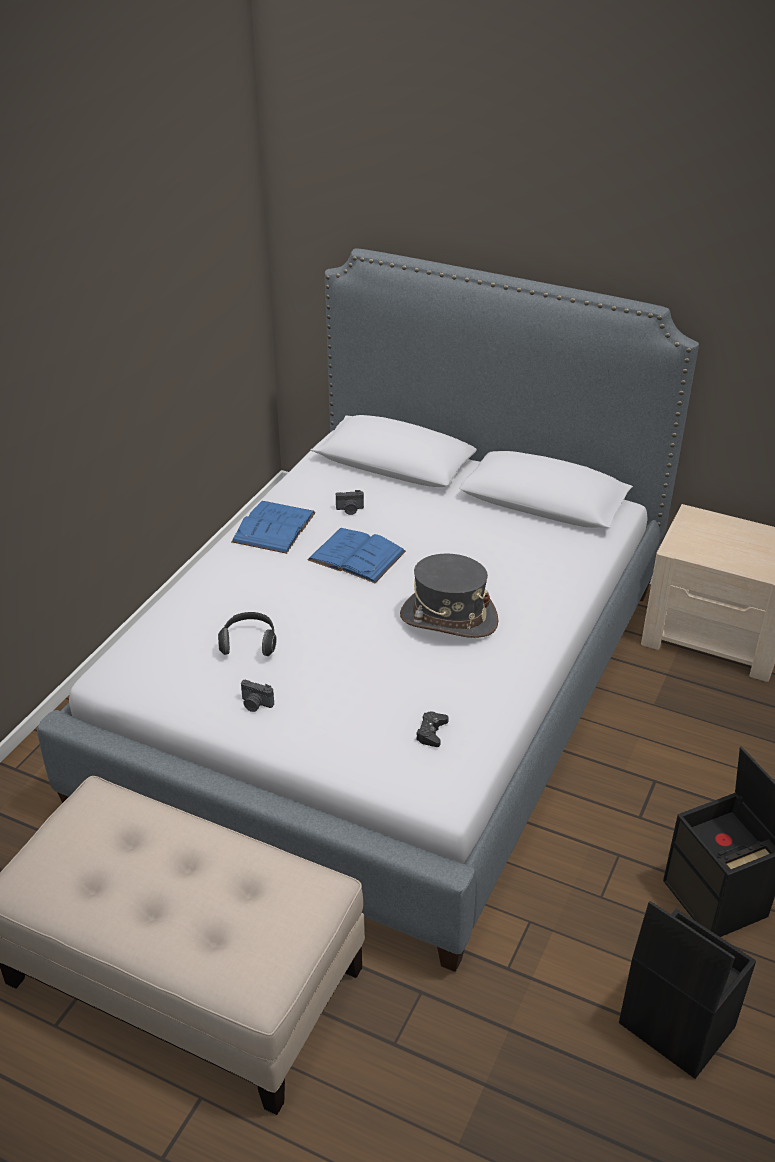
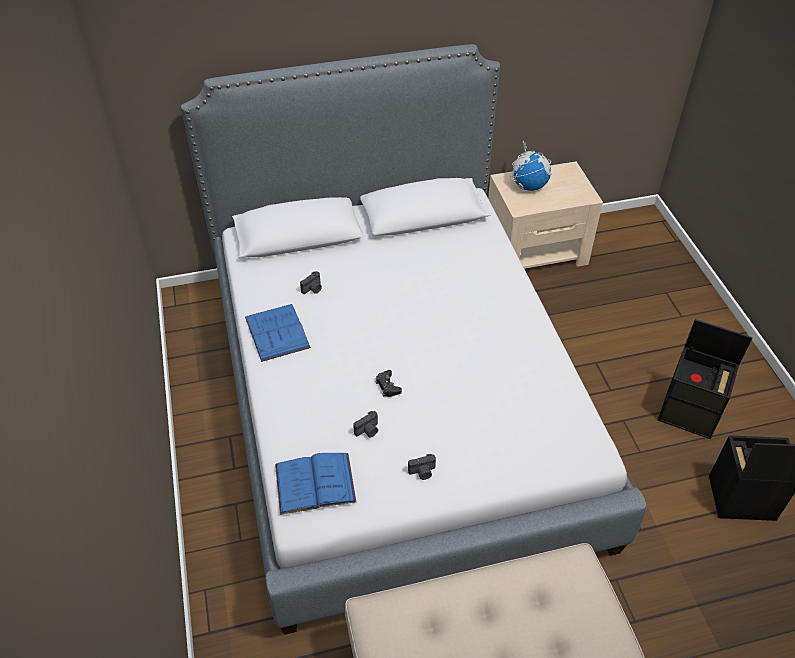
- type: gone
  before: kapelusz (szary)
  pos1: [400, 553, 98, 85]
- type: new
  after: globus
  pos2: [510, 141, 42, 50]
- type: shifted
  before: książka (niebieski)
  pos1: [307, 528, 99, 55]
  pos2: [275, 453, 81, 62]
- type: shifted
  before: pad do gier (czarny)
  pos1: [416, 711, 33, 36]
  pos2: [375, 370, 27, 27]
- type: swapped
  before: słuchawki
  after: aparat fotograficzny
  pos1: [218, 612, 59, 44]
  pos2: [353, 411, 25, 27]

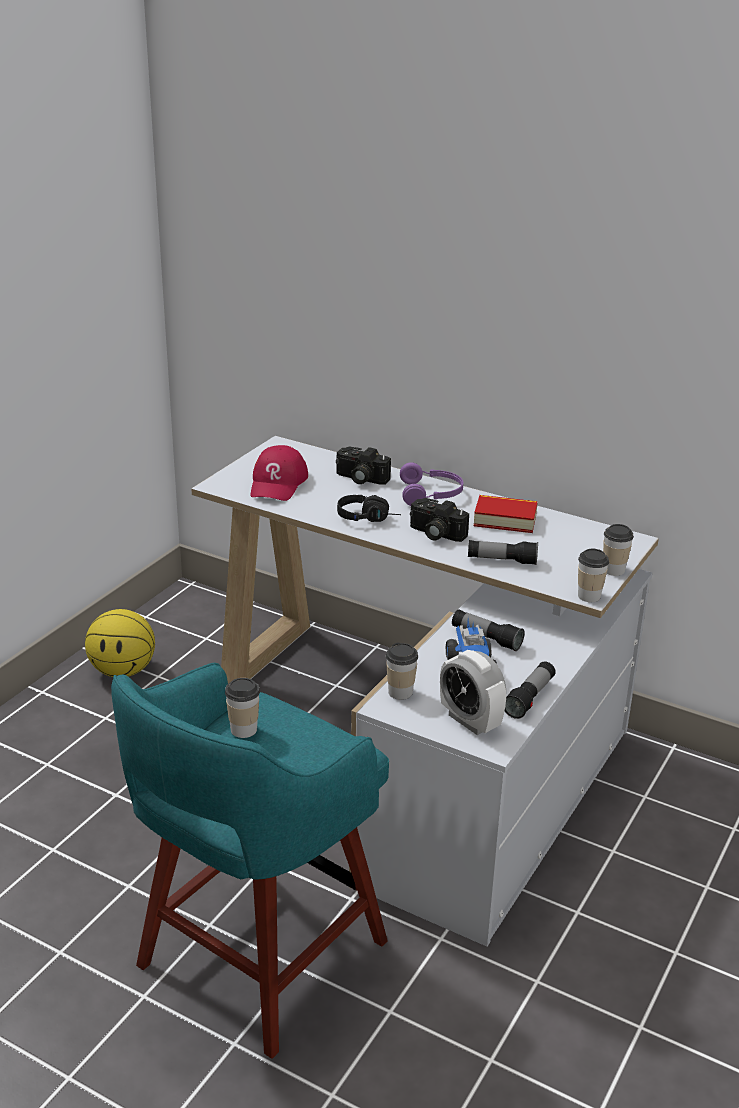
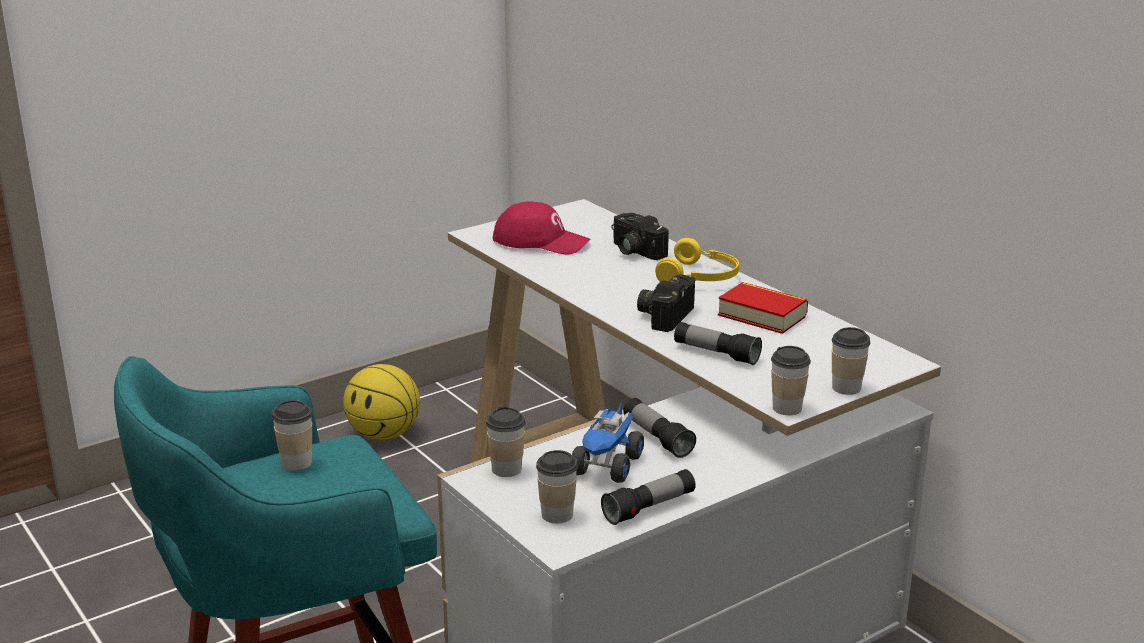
- type: gone
  before: słuchawki (czarny)
  pos1: [337, 495, 64, 27]
- type: swapped
  before: budzik
  after: filiżanka
  pos1: [440, 650, 66, 85]
  pos2: [536, 450, 42, 73]
- type: repainted
  before: słuchawki (fioletowy)
  after: słuchawki (żółty)
  pos1: [400, 462, 63, 44]
  pos2: [655, 238, 84, 44]
- type: rotated
  before: czapka z daszkiem (czerwony)
  pos1: [251, 445, 57, 56]
  pos2: [493, 201, 97, 54]
  turn: -105
- type: rotated
  before: aparat fotograficzny
  pos1: [410, 498, 59, 44]
  pos2: [637, 274, 59, 58]
  turn: 60

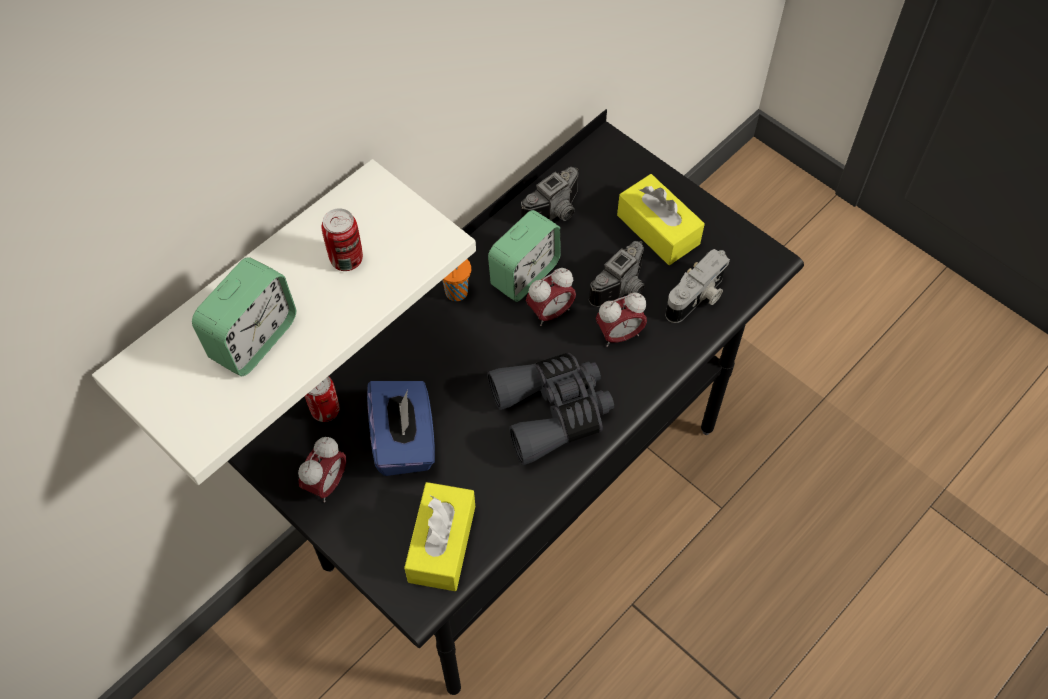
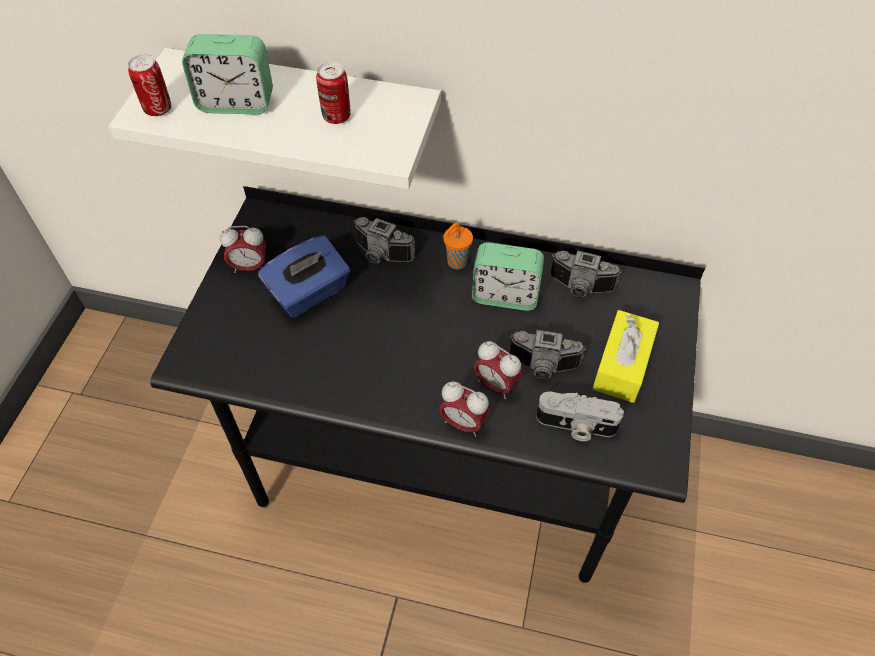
- type: gone
  before: pudełko chusteczek (żółty)
  pos1: [404, 482, 71, 109]
- type: gone
  before: lornetka (szary)
  pos1: [487, 352, 127, 113]
- type: new
  after: aparat fotograficzny
  pos2: [354, 217, 61, 46]
- type: shifted
  before: puszka
  pos1: [305, 376, 34, 46]
  pos2: [128, 54, 43, 62]
- type: shifted
  before: budzik
  pos1: [526, 268, 50, 58]
  pos2: [439, 381, 51, 55]

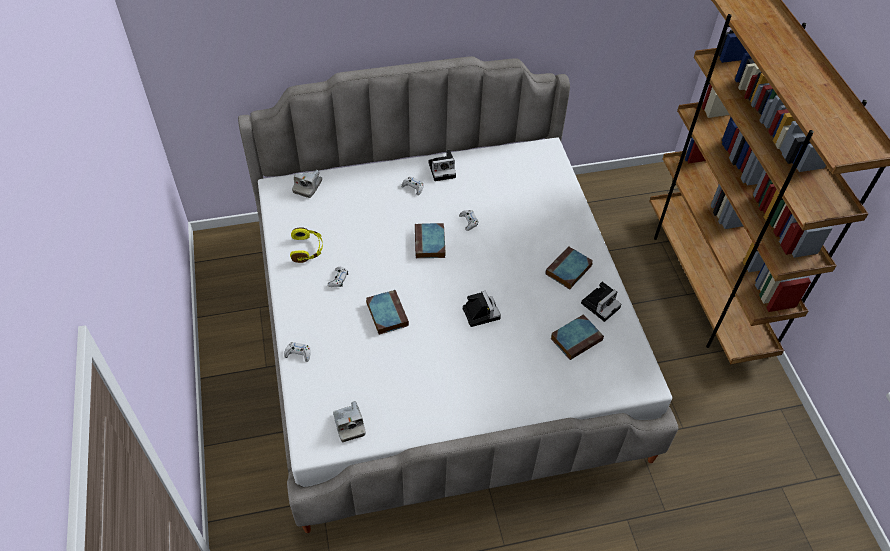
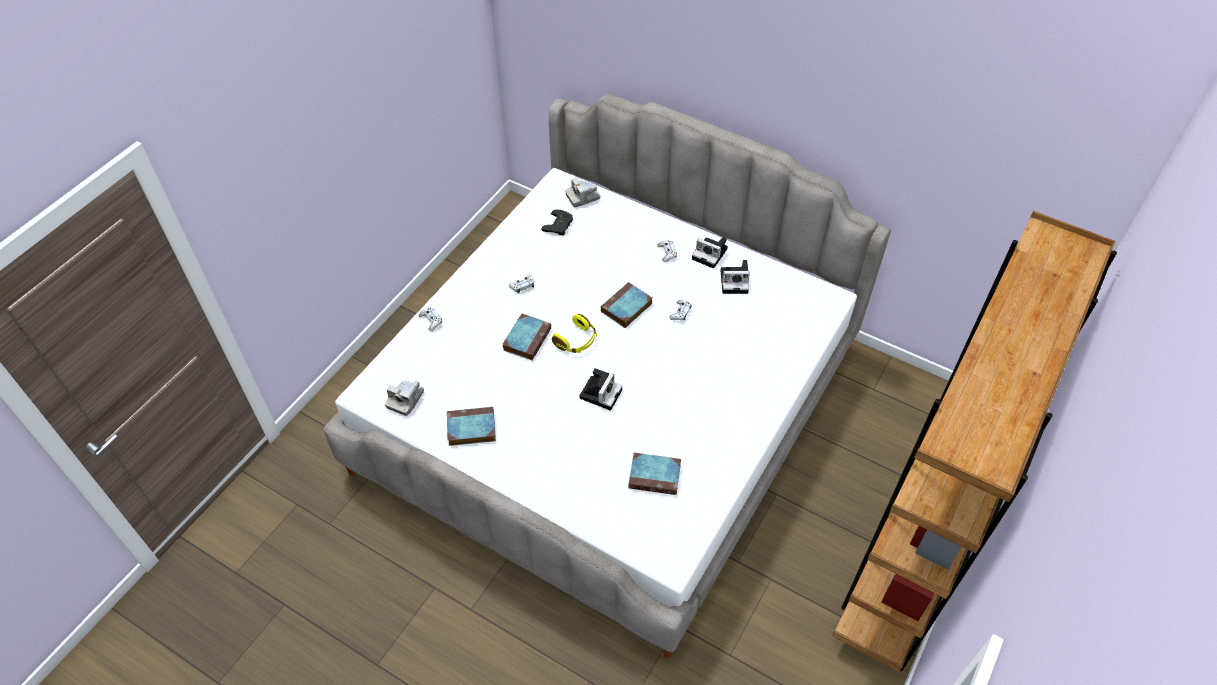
- type: new
  after: pad do gier (czarny)
  pos2: [541, 210, 32, 25]
- type: shifted
  before: słuchawki (żółty)
  pos1: [290, 228, 33, 35]
  pos2: [552, 314, 45, 39]
- type: shifted
  before: książka
  pos1: [546, 246, 47, 43]
  pos2: [447, 407, 49, 39]
- type: shifted
  before: aparat fotograficzny
  pos1: [581, 282, 40, 40]
  pos2: [720, 260, 30, 34]

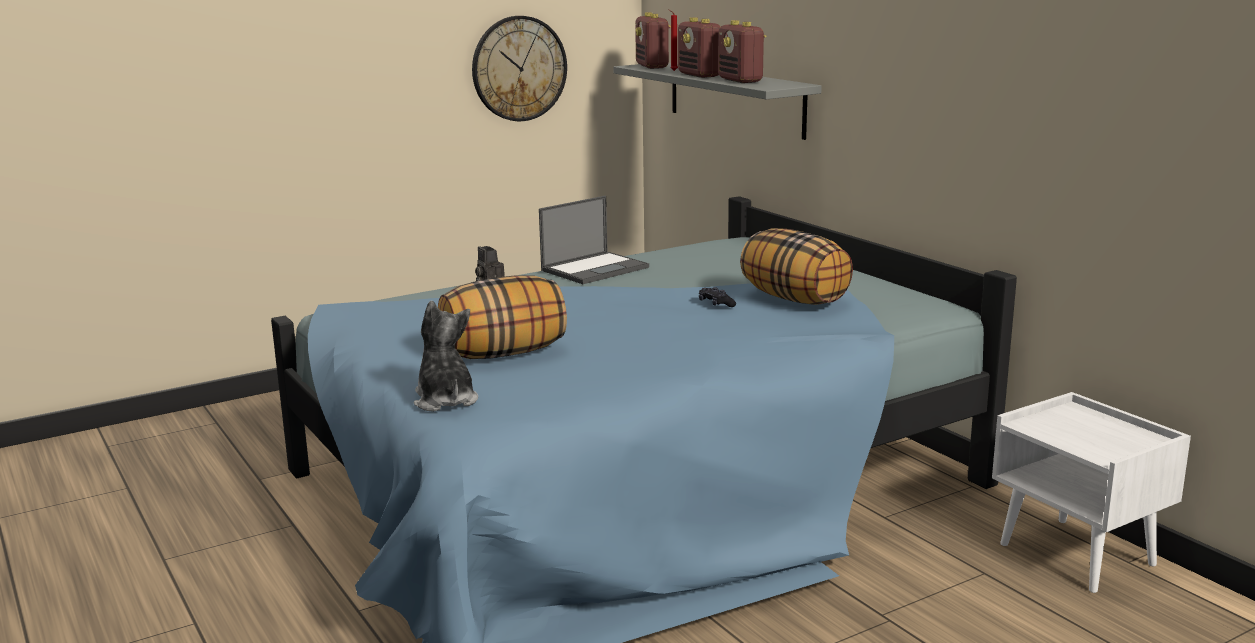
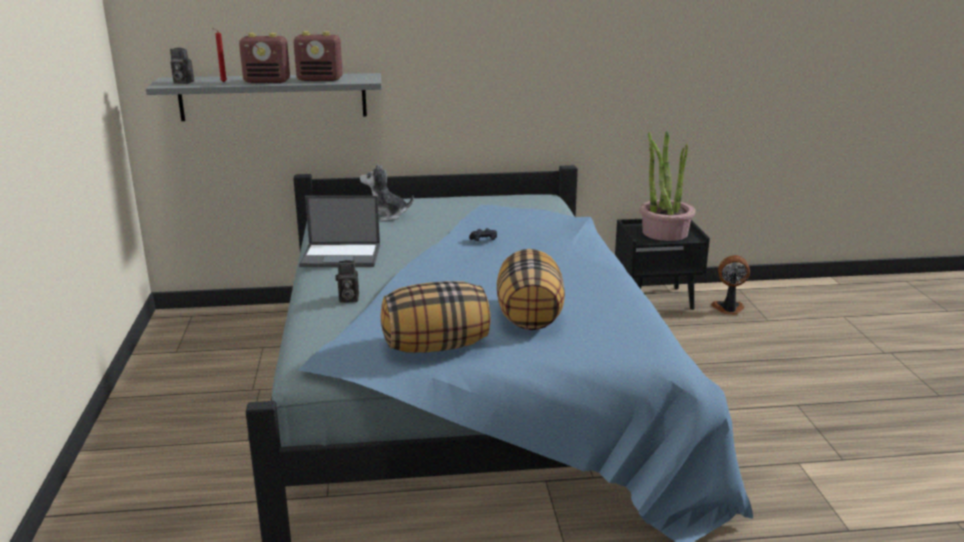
- type: gone
  before: zegar ścienny
  pos1: [472, 16, 95, 105]
- type: new
  after: roślina doniczkowa
  pos2: [640, 131, 55, 110]
- type: new
  after: wentylator
  pos2: [711, 255, 39, 60]
- type: shifted
  before: pluszak
  pos1: [414, 300, 64, 112]
  pos2: [360, 163, 54, 59]
- type: shifted
  before: poduszka
  pos1: [740, 228, 113, 77]
  pos2: [381, 281, 110, 72]
- type: swapped
  before: radio
  after: aparat fotograficzny
  pos1: [635, 12, 36, 57]
  pos2: [170, 48, 24, 36]
- type: repainted
  before: szafka nocna (biały)
  after: szafka nocna (czarny)
  pos1: [992, 392, 199, 201]
  pos2: [615, 219, 95, 91]
- type: rotated
  before: laptop
  pos1: [539, 196, 110, 88]
  pos2: [299, 196, 81, 71]
  turn: 105

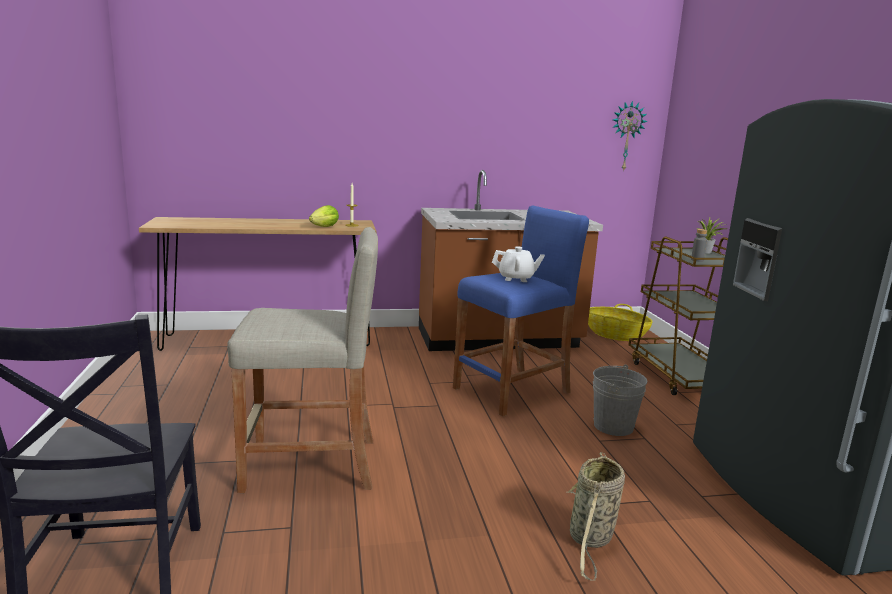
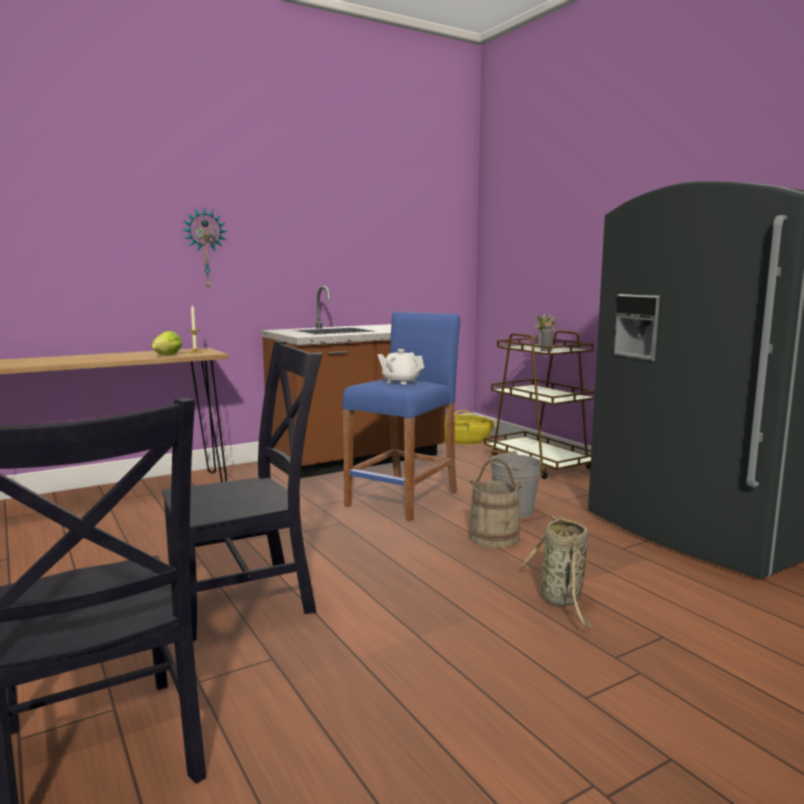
- type: new
  after: wiadro (beżowy)
  pos2: [469, 458, 54, 90]
- type: shifted
  before: zegar ścienny
  pos1: [612, 100, 35, 72]
  pos2: [184, 207, 44, 83]
- type: swapped
  before: stołek (beżowy)
  after: krzesło (czarny)
  pos1: [227, 227, 151, 266]
  pos2: [162, 341, 160, 300]
- type: rotated
  before: imbryk (biały)
  pos1: [492, 247, 53, 35]
  pos2: [378, 349, 46, 35]
  turn: -135

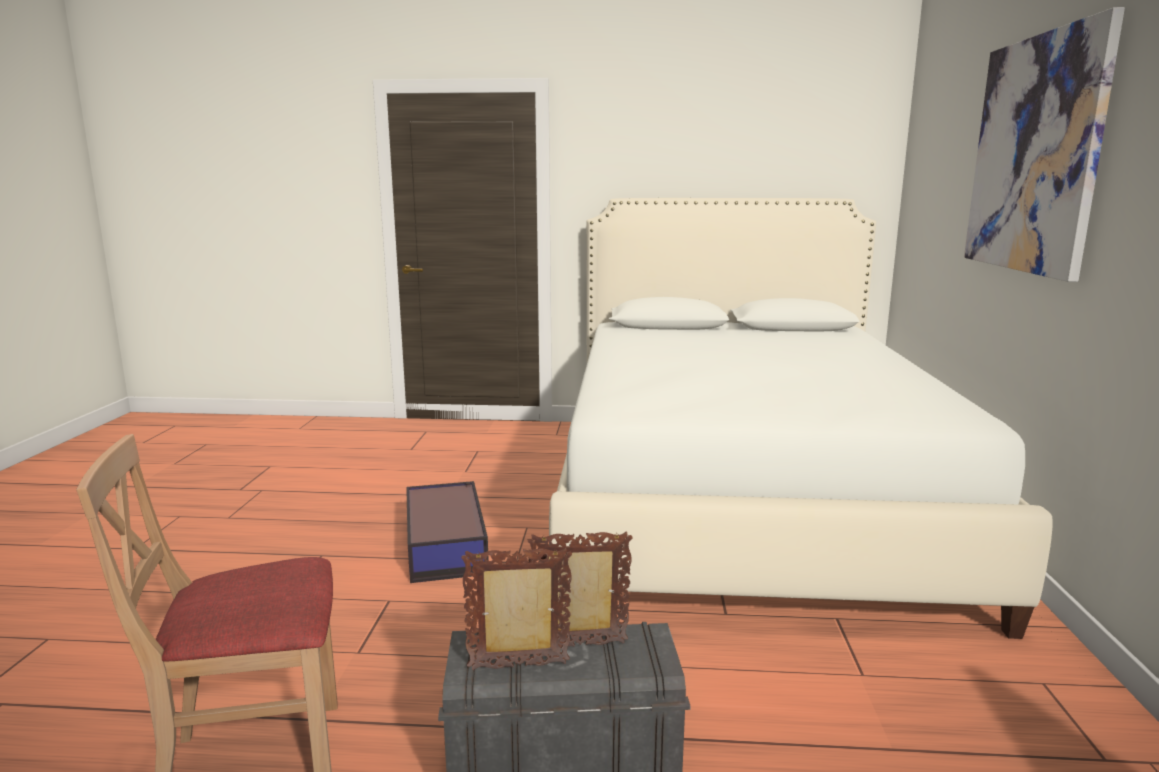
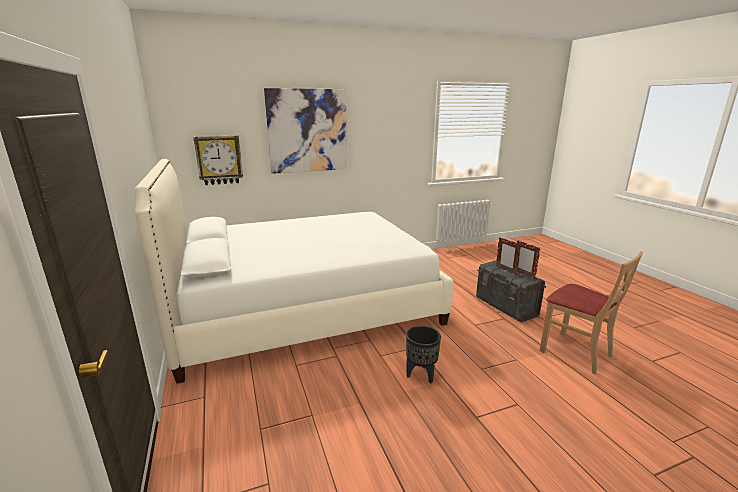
- type: new
  after: zegar ścienny
  pos2: [194, 135, 49, 50]
- type: swapped
  before: pojemnik do przechowywania
  after: donica (czarny)
  pos1: [406, 481, 83, 102]
  pos2: [406, 326, 35, 57]

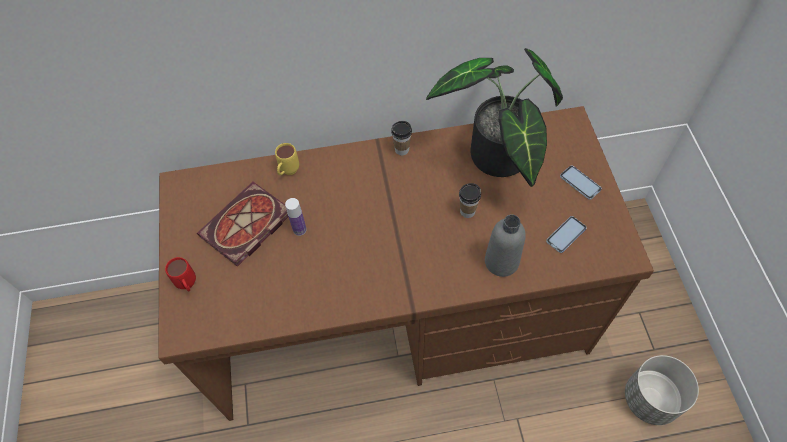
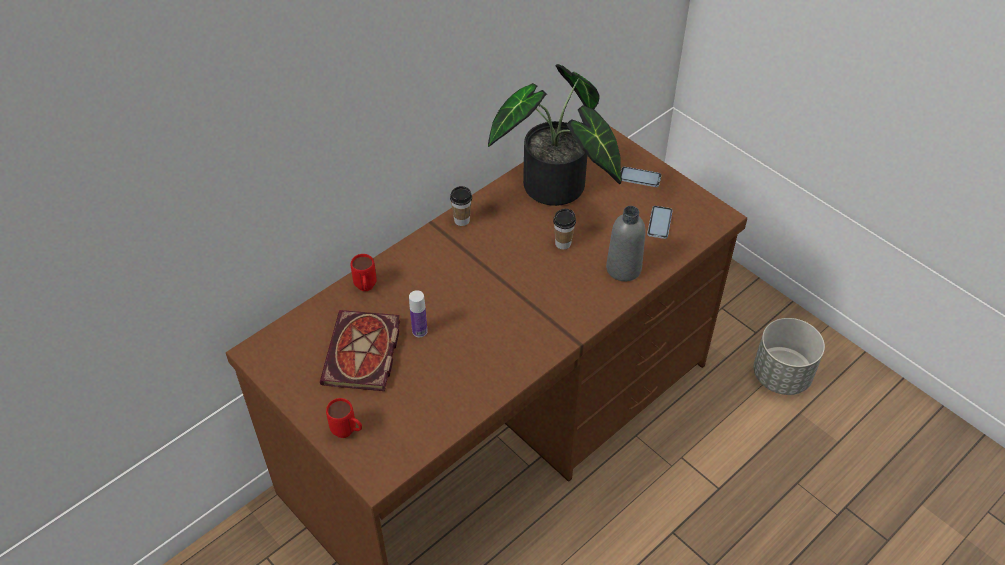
- type: repainted
  before: kubek (żółty)
  after: kubek (czerwony)
  pos1: [275, 143, 24, 32]
  pos2: [351, 254, 26, 37]

